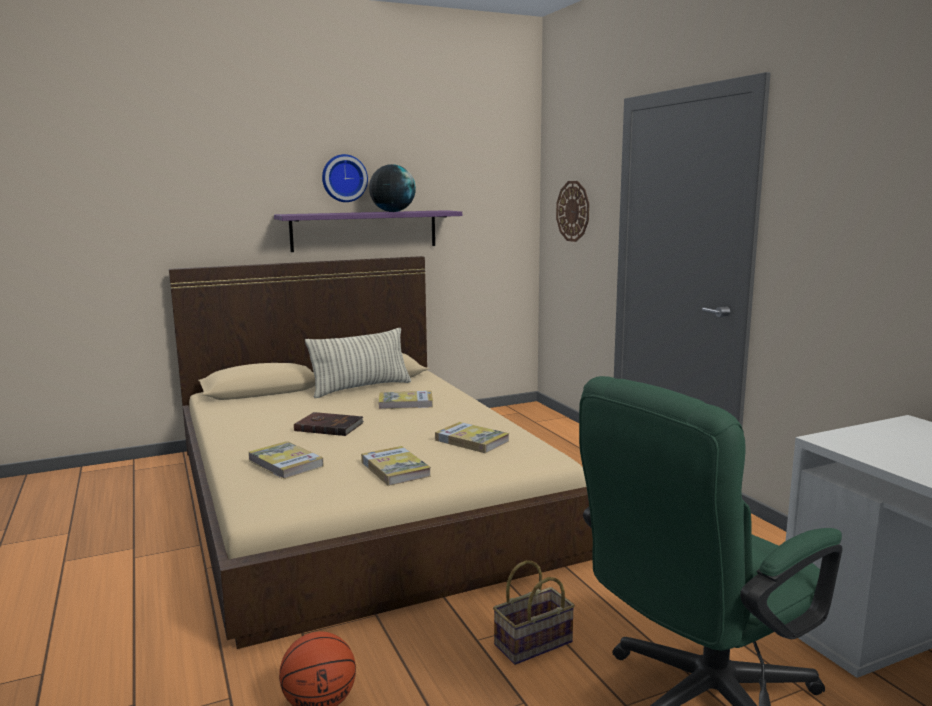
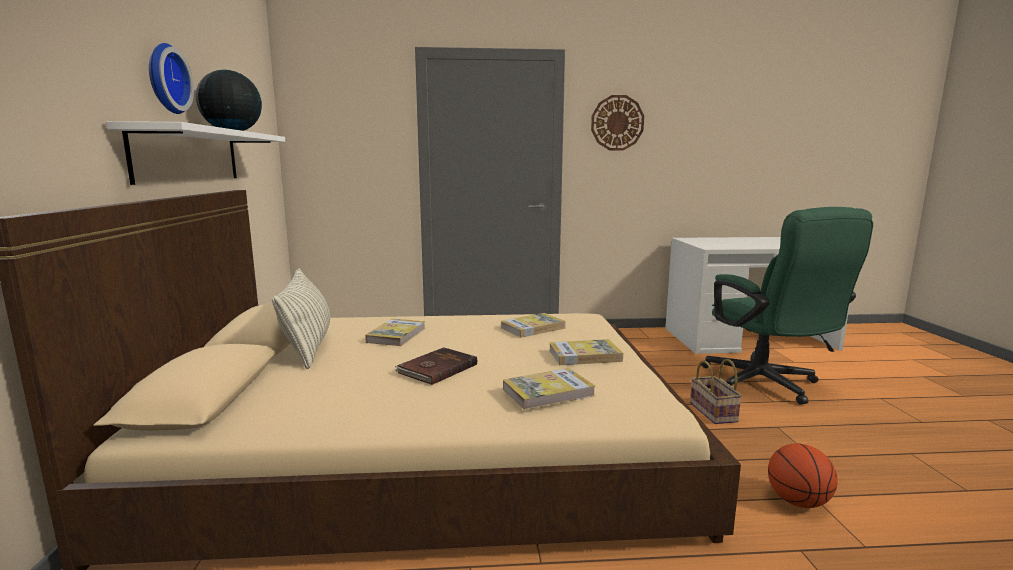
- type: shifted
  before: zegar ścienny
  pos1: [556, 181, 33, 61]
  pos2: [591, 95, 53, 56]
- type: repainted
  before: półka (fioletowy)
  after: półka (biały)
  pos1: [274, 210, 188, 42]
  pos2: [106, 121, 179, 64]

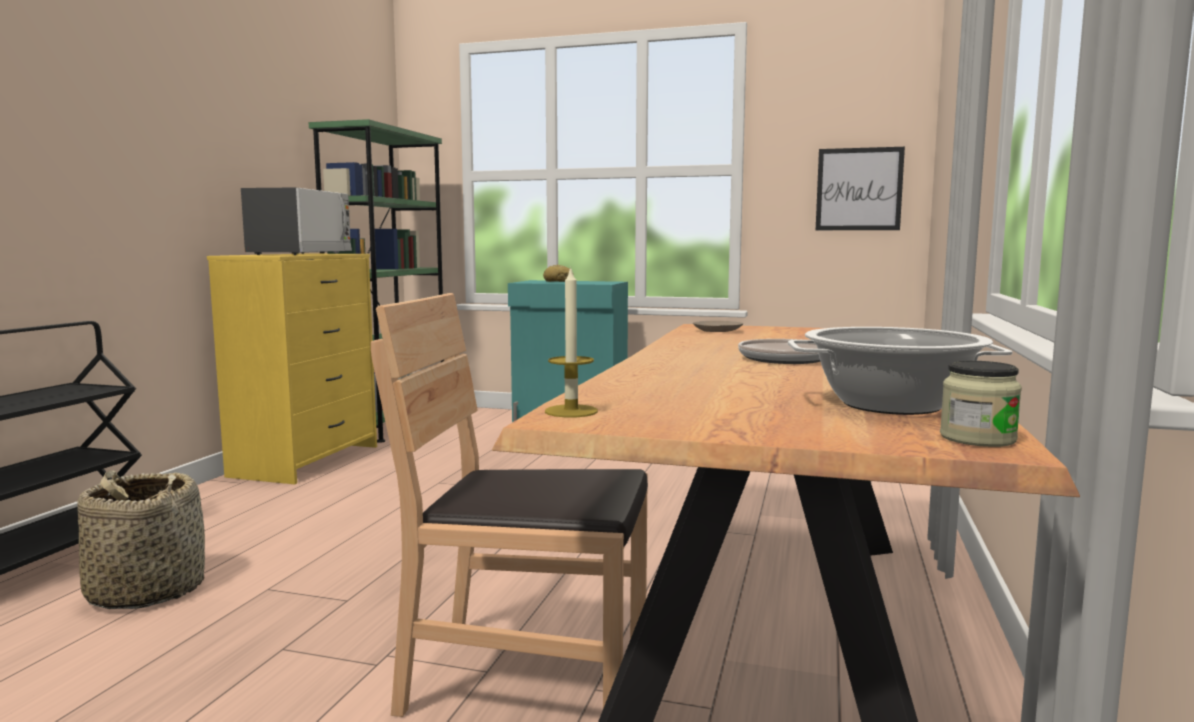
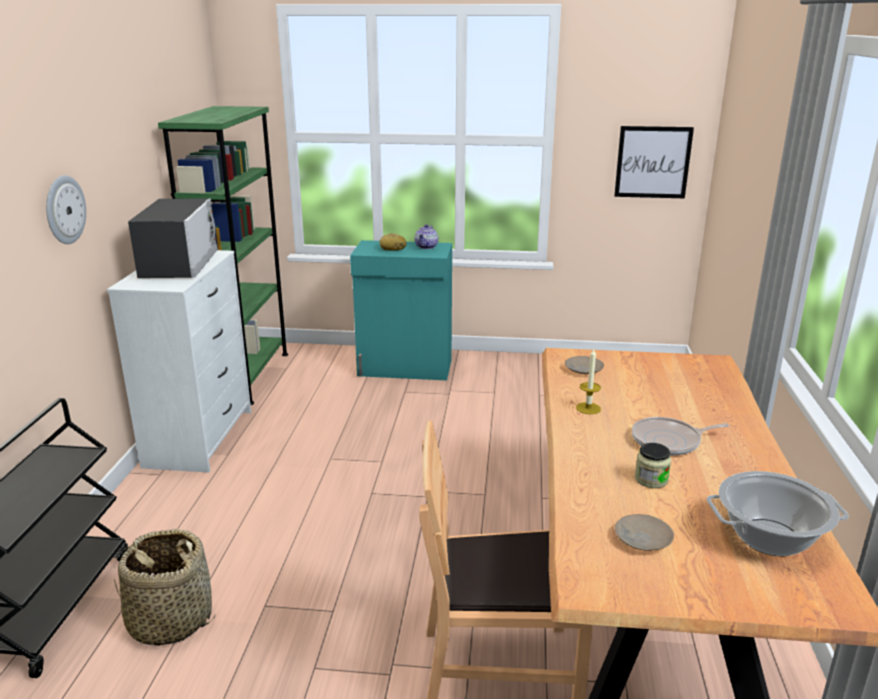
- type: new
  after: zegar ścienny
  pos2: [46, 175, 40, 69]
- type: new
  after: imbryk
  pos2: [415, 224, 23, 25]
- type: new
  after: talerz (beżowy)
  pos2: [615, 514, 59, 37]
- type: shifted
  before: świeca
  pos1: [545, 267, 53, 150]
  pos2: [576, 349, 25, 65]
- type: shifted
  before: słoik
  pos1: [940, 361, 82, 86]
  pos2: [635, 443, 36, 45]
- type: repainted
  before: komoda (żółty)
  after: komoda (biały)
  pos1: [207, 254, 170, 230]
  pos2: [107, 250, 144, 223]

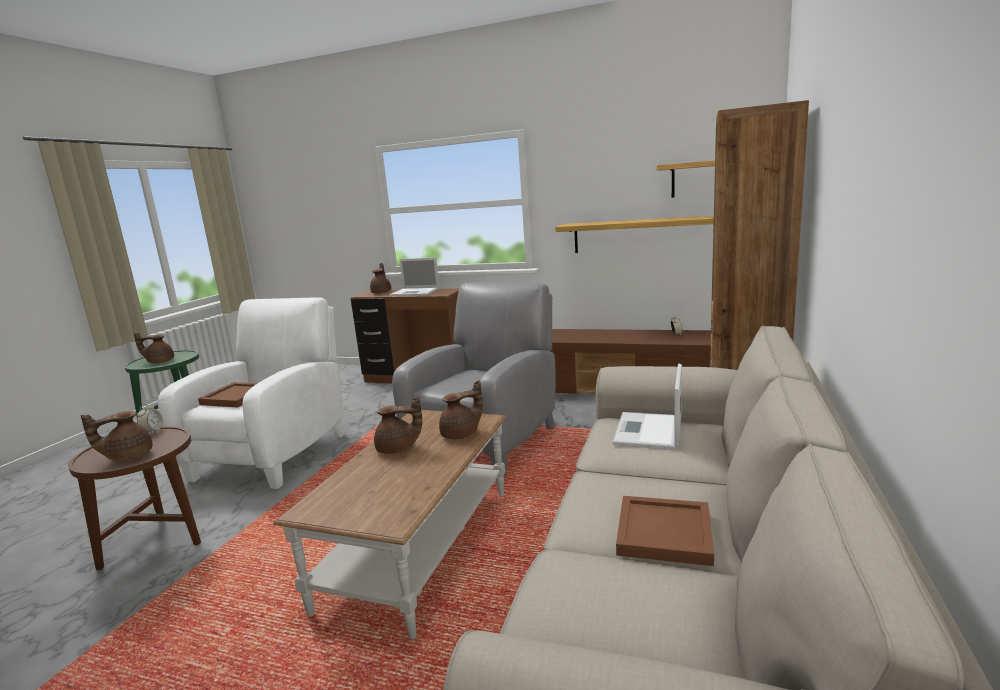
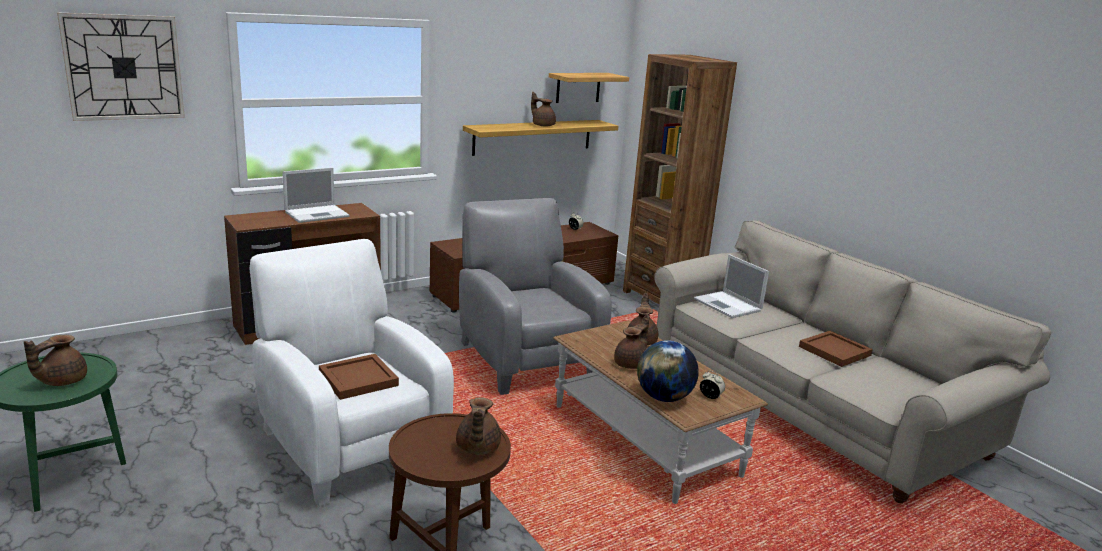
- type: new
  after: zegar ścienny
  pos2: [57, 12, 128, 109]
- type: new
  after: globus
  pos2: [637, 340, 62, 62]
- type: shifted
  before: budzik
  pos1: [137, 404, 26, 30]
  pos2: [700, 370, 25, 29]
- type: shifted
  before: imbryk (brązowy)
  pos1: [370, 263, 21, 31]
  pos2: [531, 92, 25, 35]

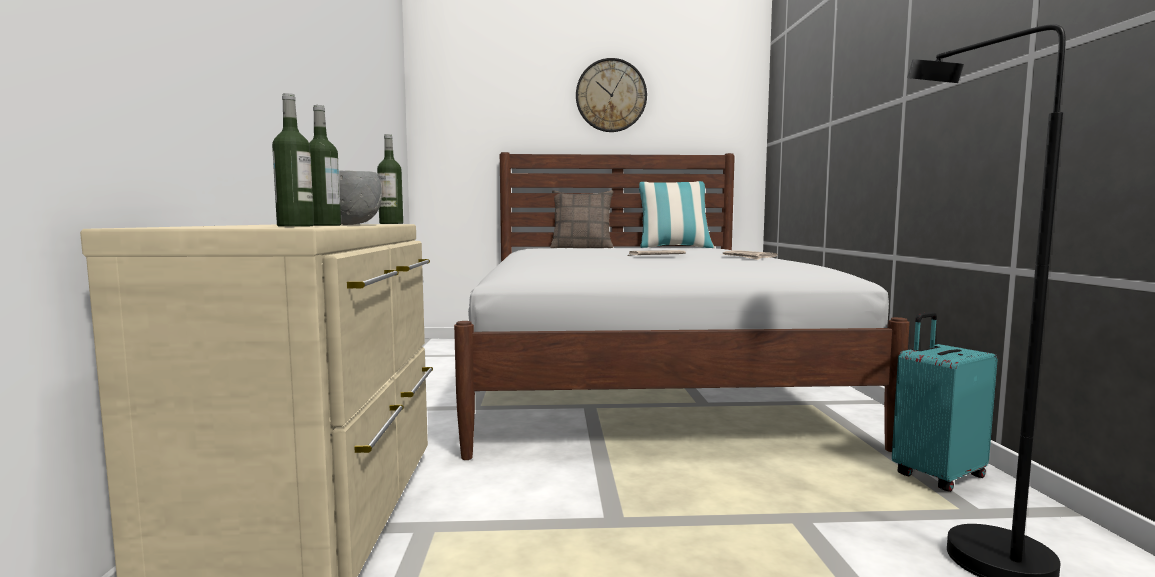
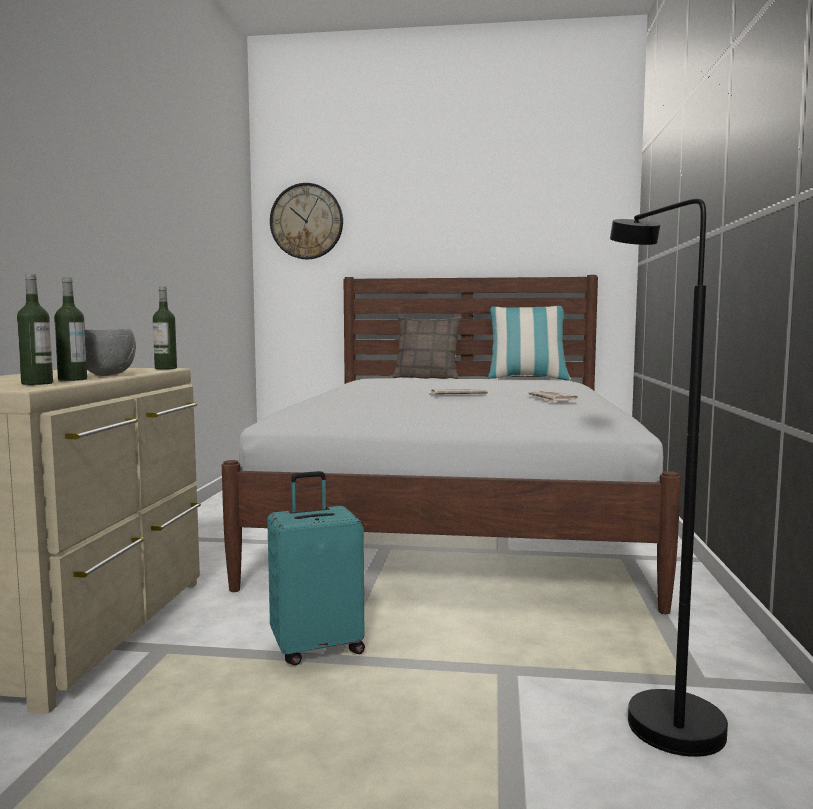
- type: shifted
  before: zegar ścienny
  pos1: [576, 58, 71, 74]
  pos2: [270, 183, 73, 76]
- type: shifted
  before: walizka (turkusowy)
  pos1: [892, 312, 106, 180]
  pos2: [267, 471, 98, 195]

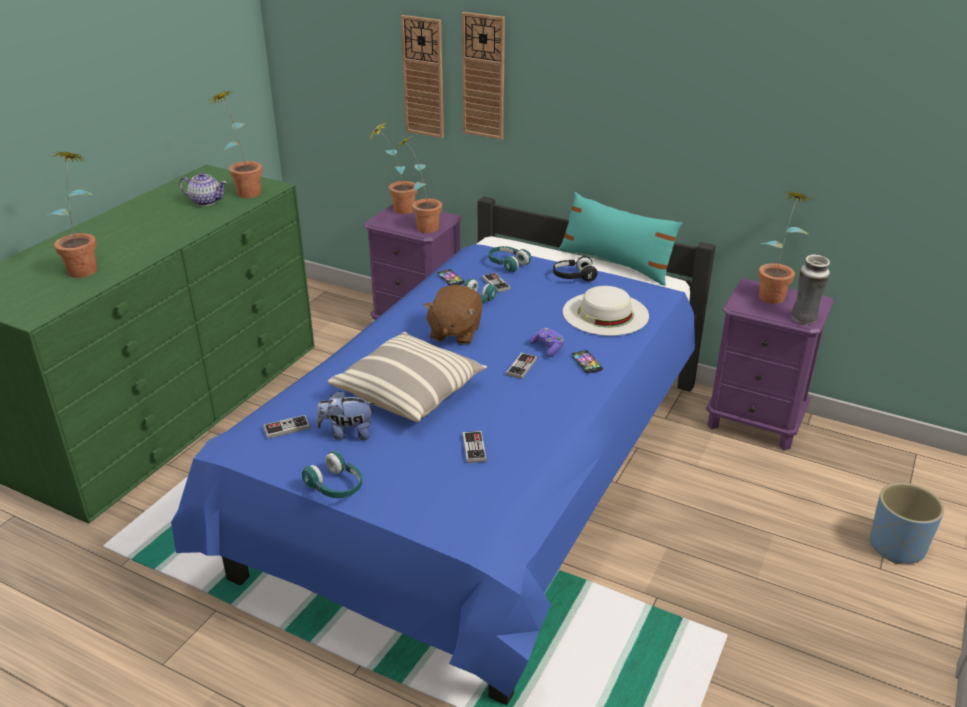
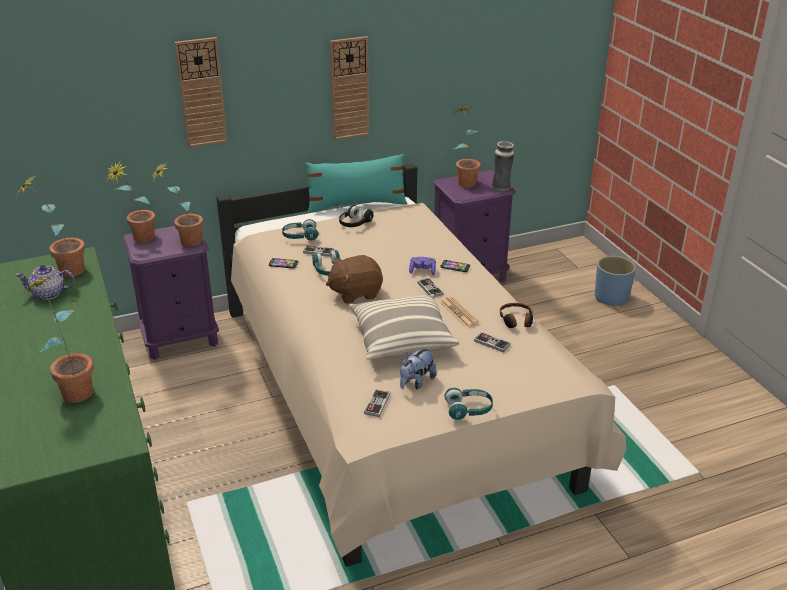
- type: gone
  before: kapelusz (biały)
  pos1: [563, 286, 86, 50]
- type: new
  after: gazeta
  pos2: [440, 297, 39, 30]
- type: new
  after: słuchawki
  pos2: [500, 303, 33, 25]
- type: shifted
  before: zegar ścienny
  pos1: [401, 15, 43, 123]
  pos2: [330, 36, 39, 104]
- type: repainted
  before: łóżko (niebieski)
  after: łóżko (beżowy)
  pos1: [171, 196, 545, 509]
  pos2: [217, 164, 410, 403]
- type: rotated
  before: imbryk
  pos1: [179, 172, 48, 34]
  pos2: [15, 265, 60, 35]
  turn: -150
- type: rotated
  before: pluszak (brązowy)
  pos1: [423, 285, 60, 60]
  pos2: [326, 255, 57, 49]
  turn: 105

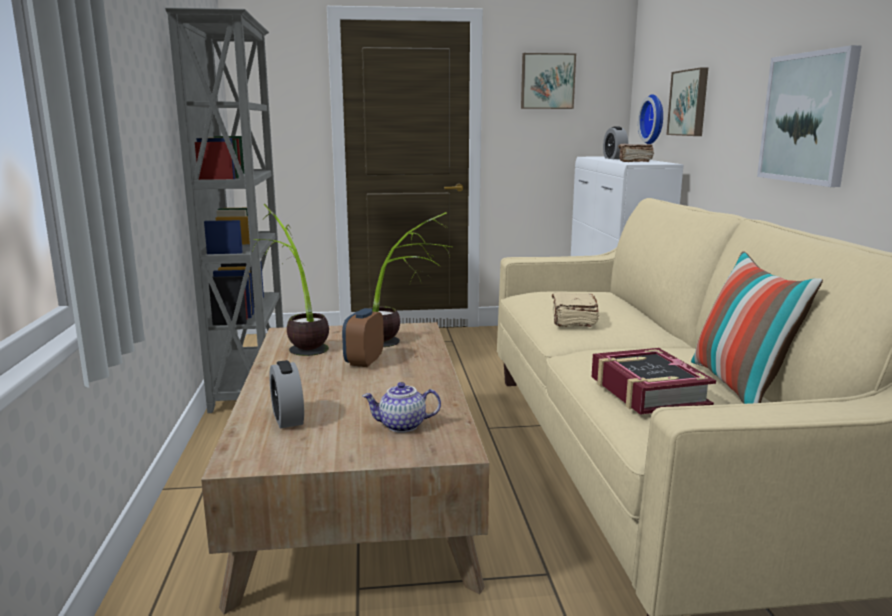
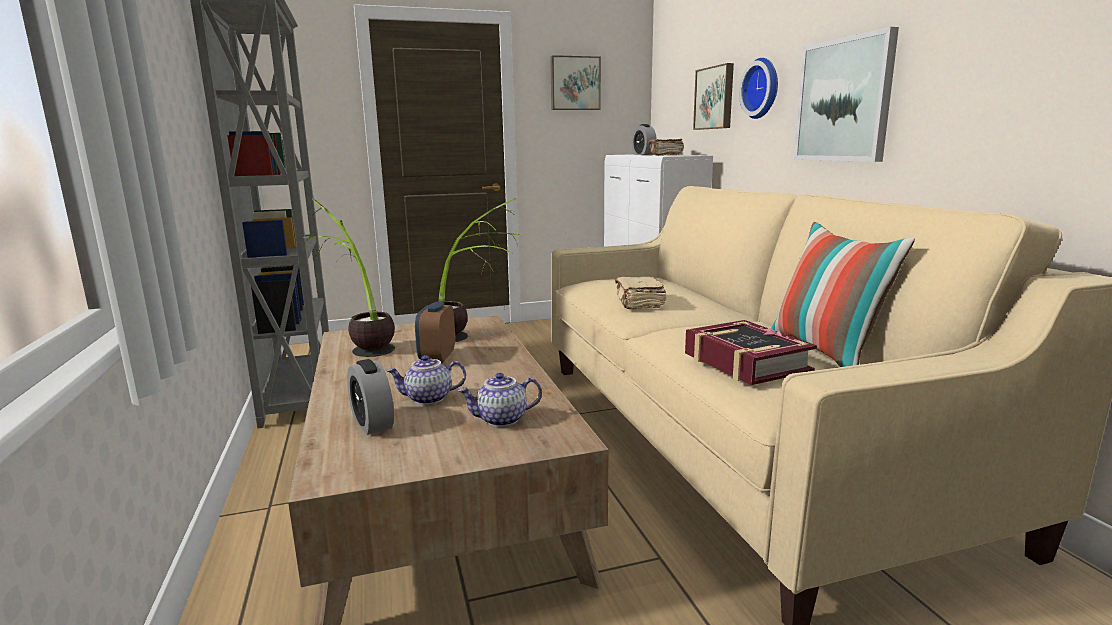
- type: new
  after: imbryk
  pos2: [386, 355, 80, 50]
- type: shifted
  before: zegar ścienny
  pos1: [638, 94, 25, 50]
  pos2: [739, 58, 39, 61]

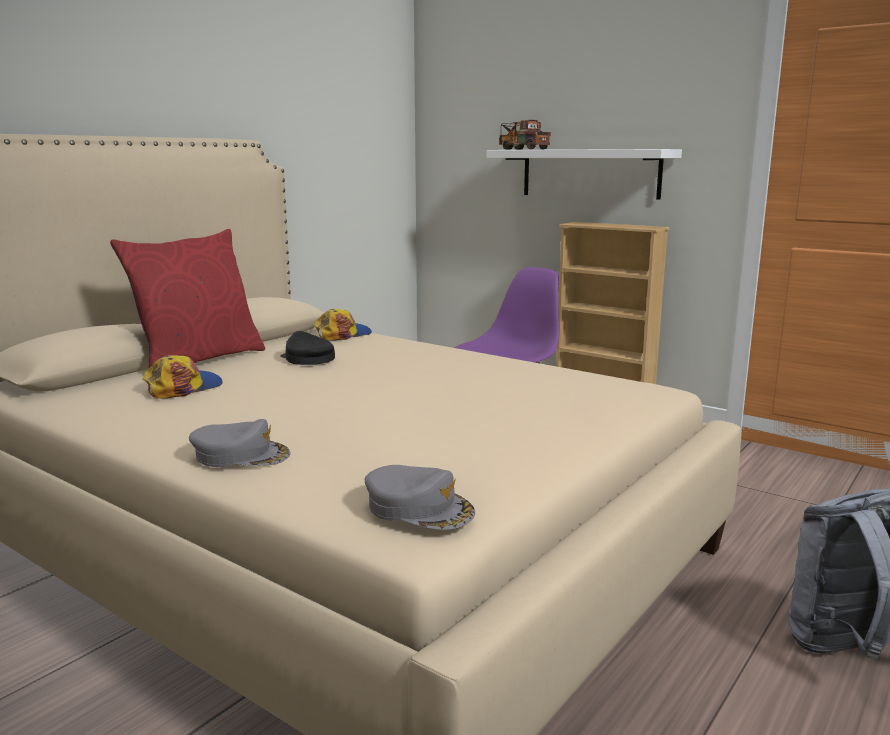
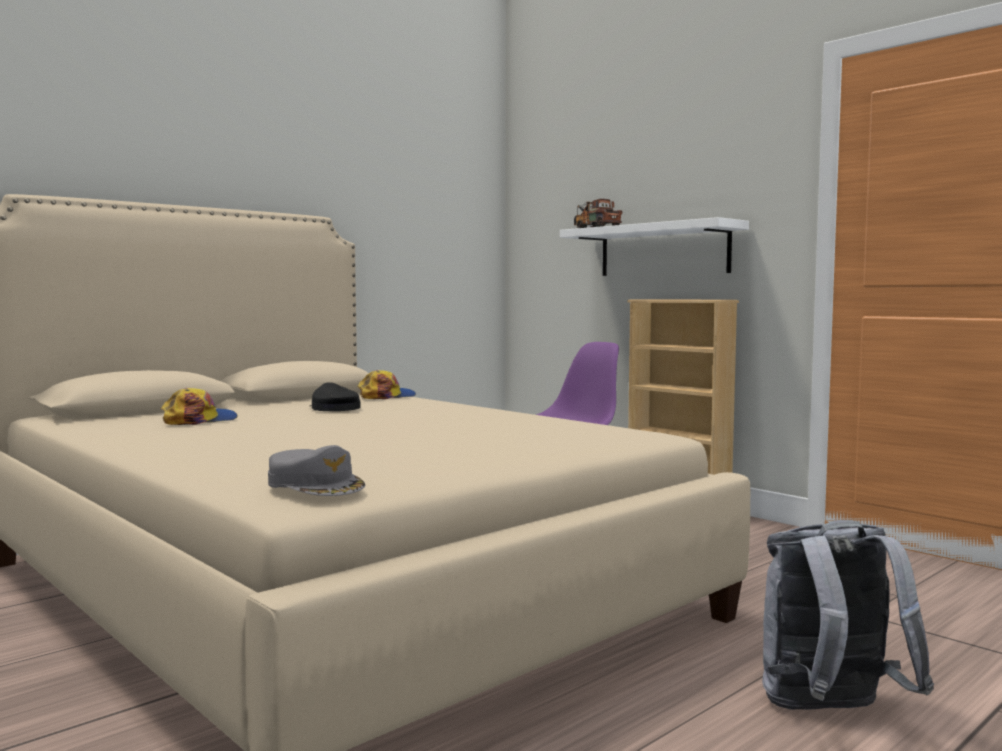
- type: gone
  before: poduszka (czerwony)
  pos1: [110, 229, 155, 139]
- type: gone
  before: czapka z daszkiem (szary)
  pos1: [189, 419, 101, 48]

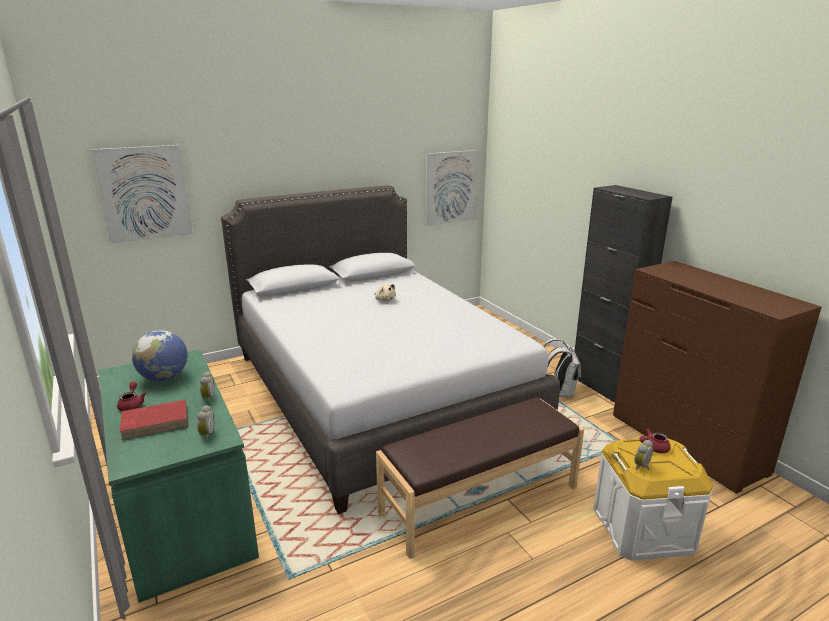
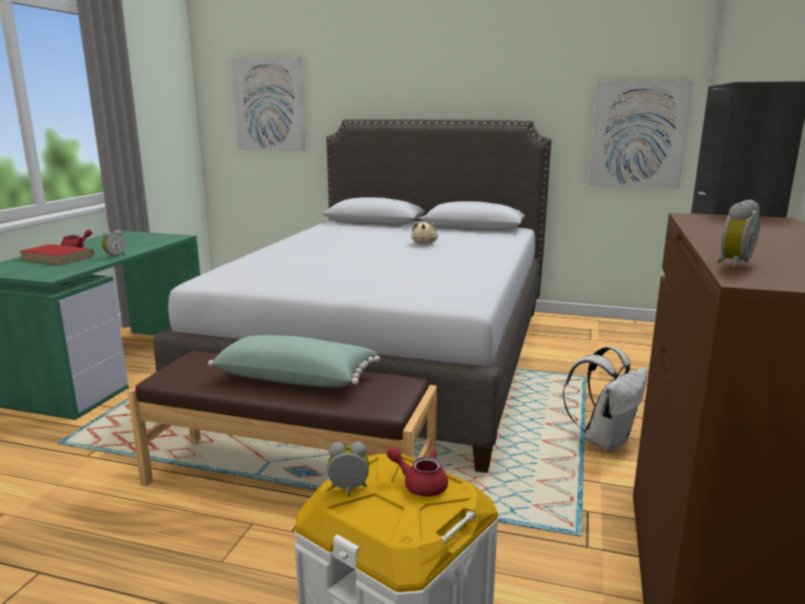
- type: gone
  before: globus
  pos1: [132, 330, 56, 51]
- type: new
  after: poduszka (zielony)
  pos2: [208, 335, 172, 52]
- type: shifted
  before: budzik
  pos1: [197, 405, 17, 35]
  pos2: [717, 200, 43, 69]

